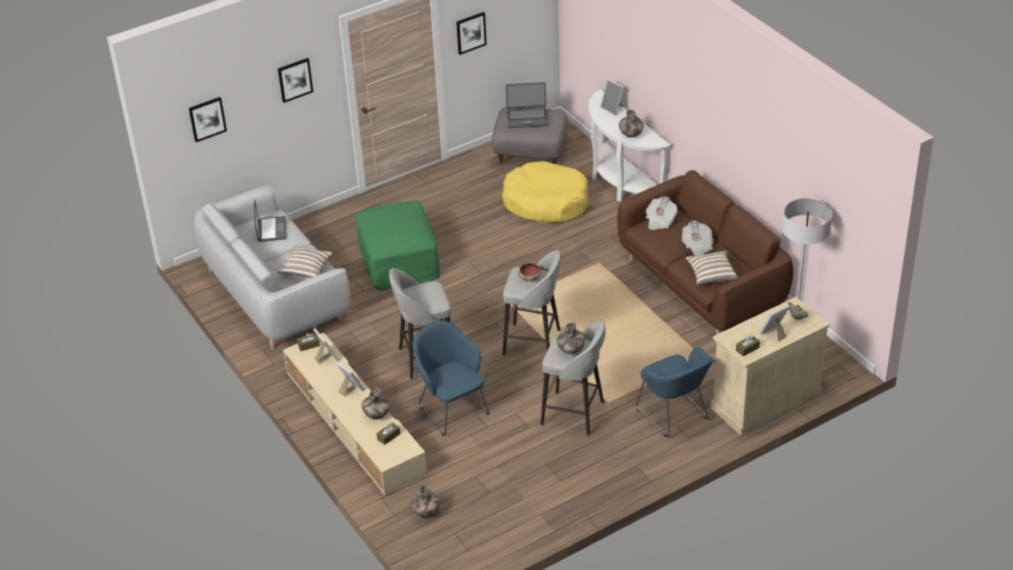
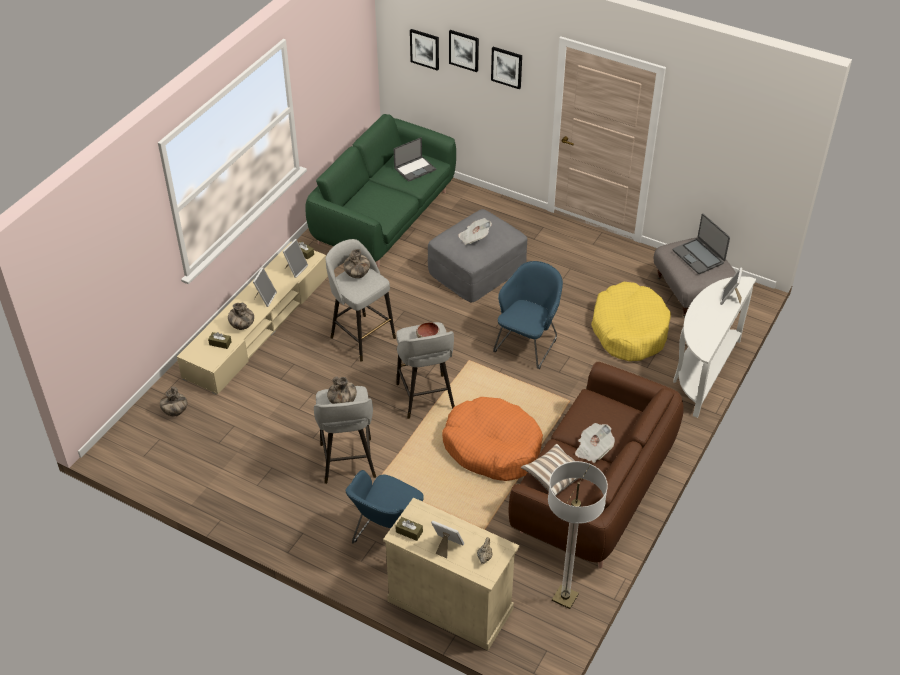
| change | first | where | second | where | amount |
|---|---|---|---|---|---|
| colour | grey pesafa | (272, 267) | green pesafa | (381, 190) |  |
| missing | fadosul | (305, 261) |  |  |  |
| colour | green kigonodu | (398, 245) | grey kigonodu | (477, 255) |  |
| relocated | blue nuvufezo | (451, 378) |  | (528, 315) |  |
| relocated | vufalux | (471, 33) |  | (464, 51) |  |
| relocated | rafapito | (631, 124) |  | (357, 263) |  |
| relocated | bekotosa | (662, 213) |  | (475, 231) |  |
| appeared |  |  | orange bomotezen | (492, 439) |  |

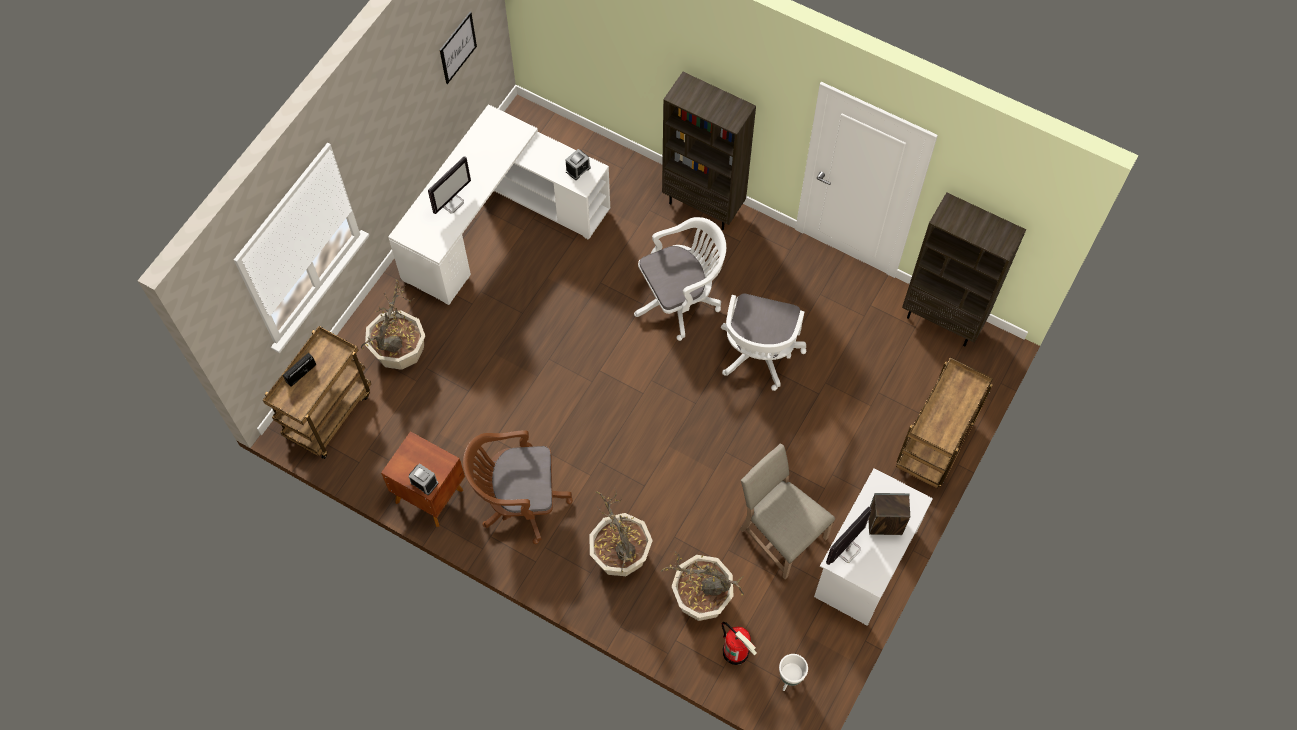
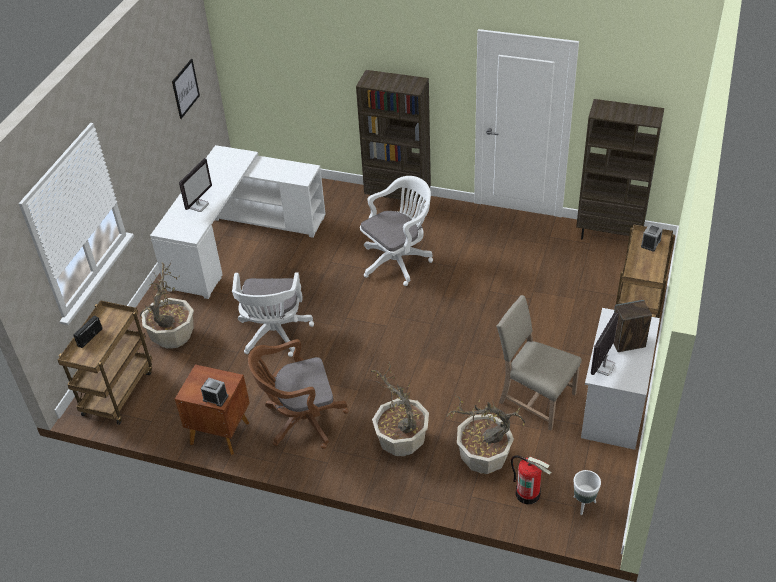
| change | first | where | second | where | amount |
|---|---|---|---|---|---|
| relocated | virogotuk | (578, 164) |  | (652, 237) |  |
| relocated | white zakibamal | (763, 342) |  | (273, 315) |  |

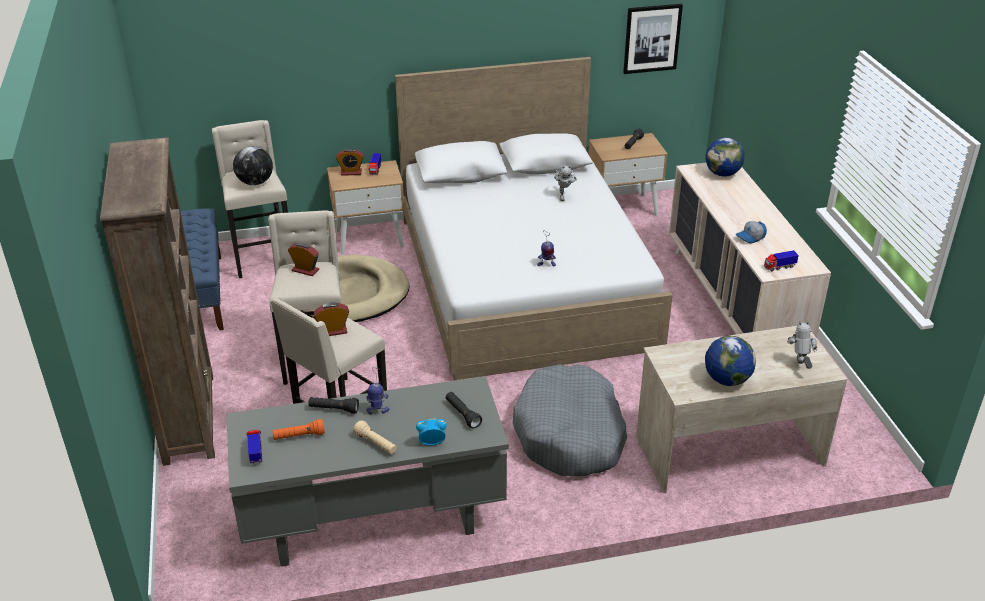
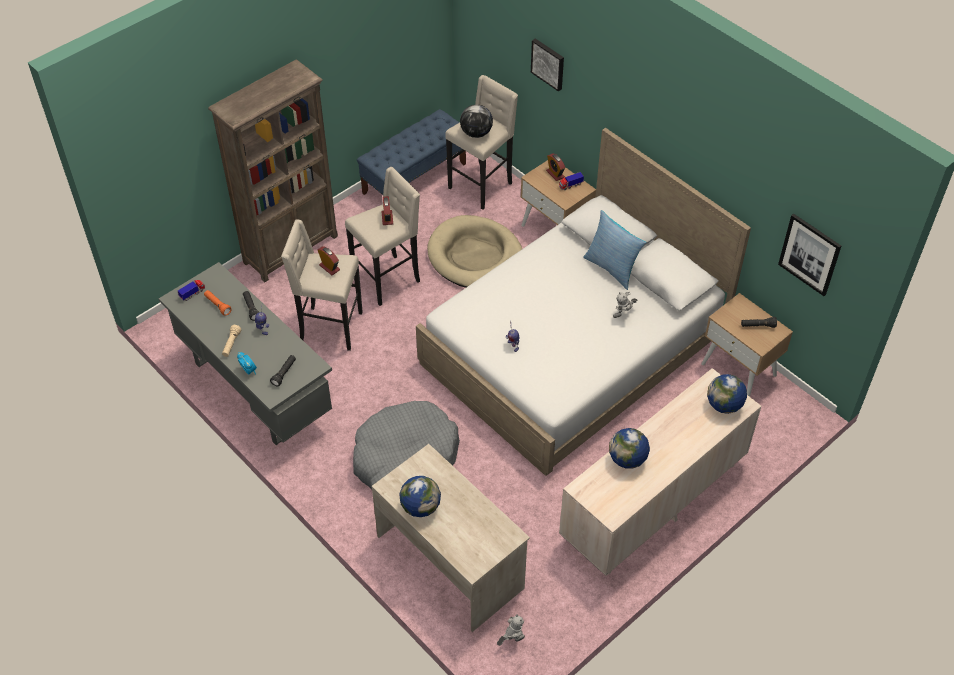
| change | first | where | second | where | amount |
|---|---|---|---|---|---|
| exchanged | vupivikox | (751, 232) | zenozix | (629, 448) |  |
| missing | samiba | (781, 260) |  |  |  |
| relocated | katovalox | (802, 345) |  | (511, 630) |  |
| appeared |  |  | vufalux | (547, 65) |  |
| appeared |  |  | fadosul | (614, 250) |  |

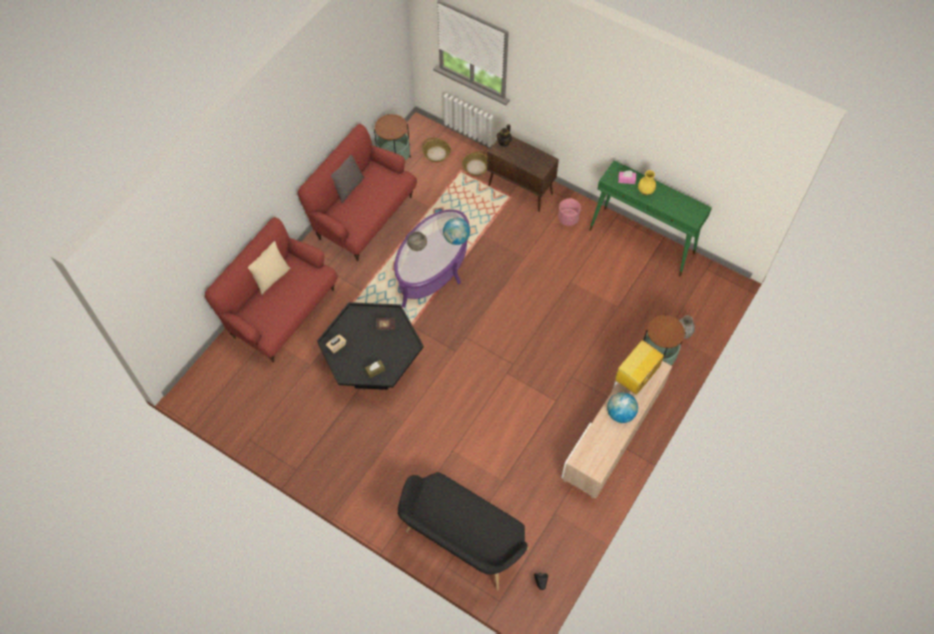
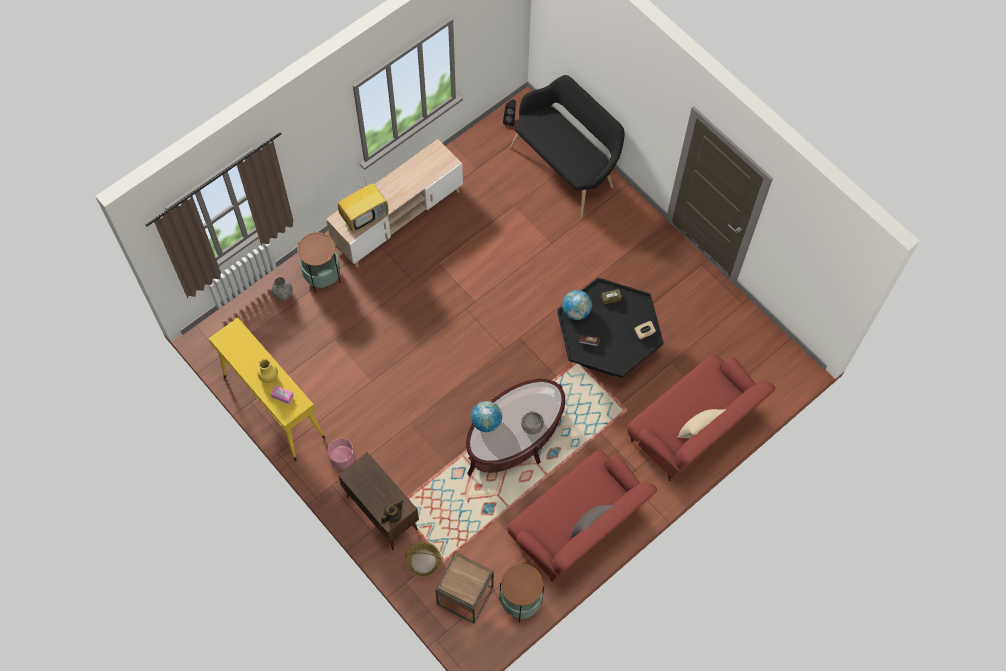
| change | first | where | second | where | amount |
|---|---|---|---|---|---|
| colour | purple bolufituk | (432, 258) | brown bolufituk | (515, 427) |  |
| exchanged | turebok | (436, 150) | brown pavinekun | (464, 588) |  |
| colour | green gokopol | (650, 218) | yellow gokopol | (267, 389) |  |
| relocated | zenozix | (622, 407) |  | (577, 305) |  |

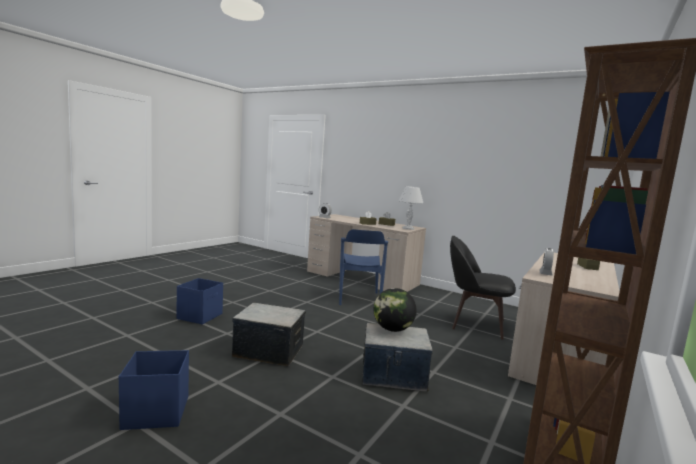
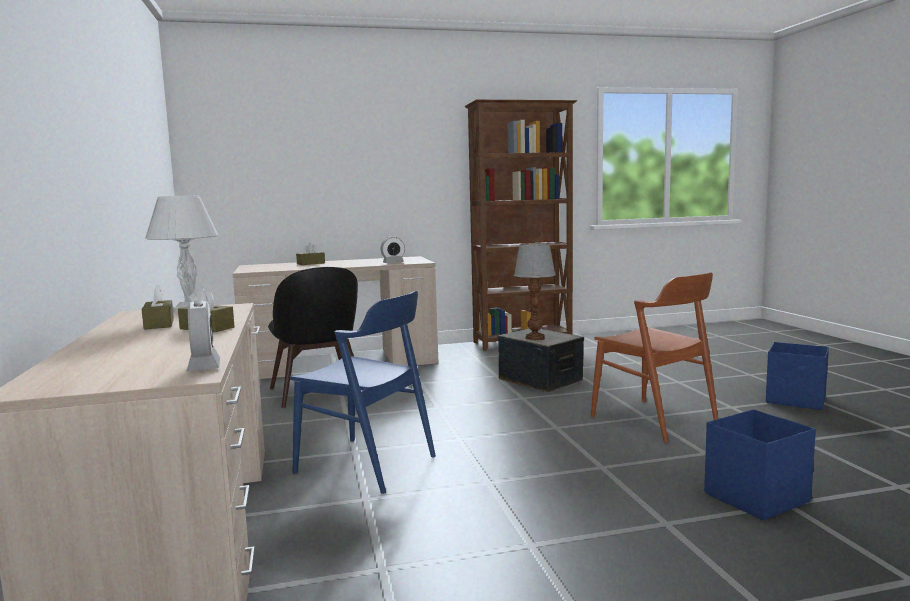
| change | first | where | second | where | amount |
|---|---|---|---|---|---|
| exchanged | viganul | (269, 334) | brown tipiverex | (654, 357) |  |
| spun | blue tipiverex | (363, 267) |  | (363, 392) | 75 degrees clockwise |
| exchanged | zenozix | (395, 310) | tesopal | (535, 292) |  |

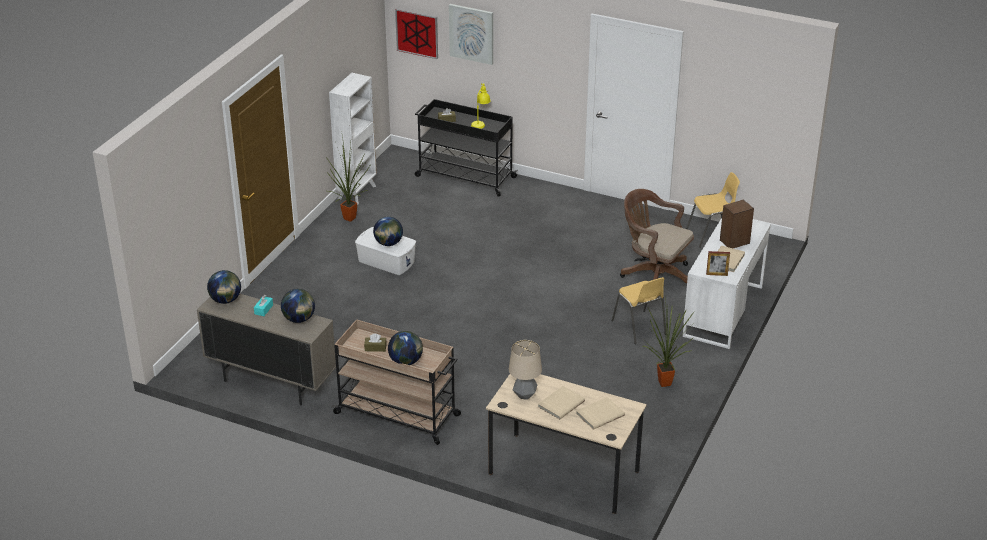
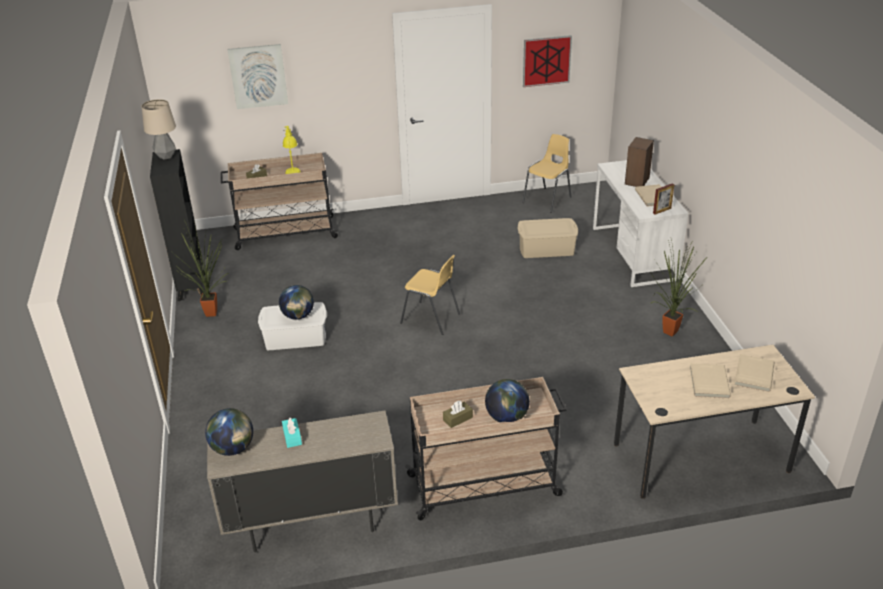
| change | first | where | second | where | amount |
|---|---|---|---|---|---|
| missing | zenozix | (298, 306) |  |  |  |
| colour | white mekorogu | (353, 139) | black mekorogu | (177, 225) |  |
| relocated | vufalux | (416, 34) |  | (547, 61) |  |
| colour | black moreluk | (466, 148) | beige moreluk | (279, 201) |  |
| relocated | tesopal | (525, 370) |  | (158, 129) |  |
| relocated | yellow tipiverex | (639, 310) |  | (430, 295) |  |
| exchanged | brown zakibamal | (657, 236) | beige viganul | (547, 238) |  |

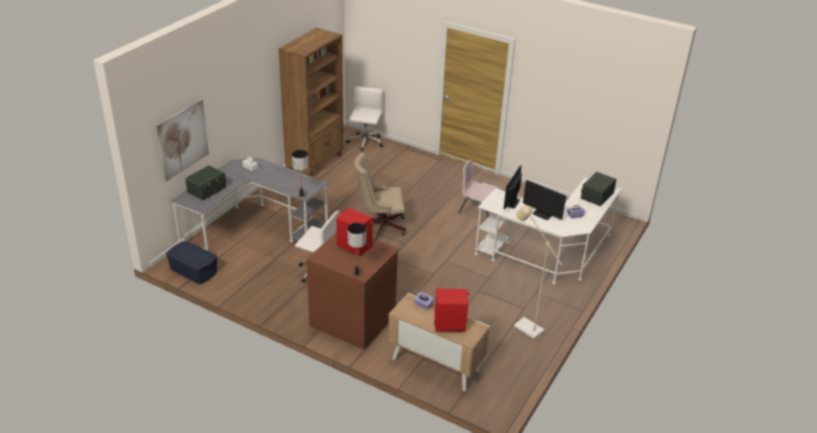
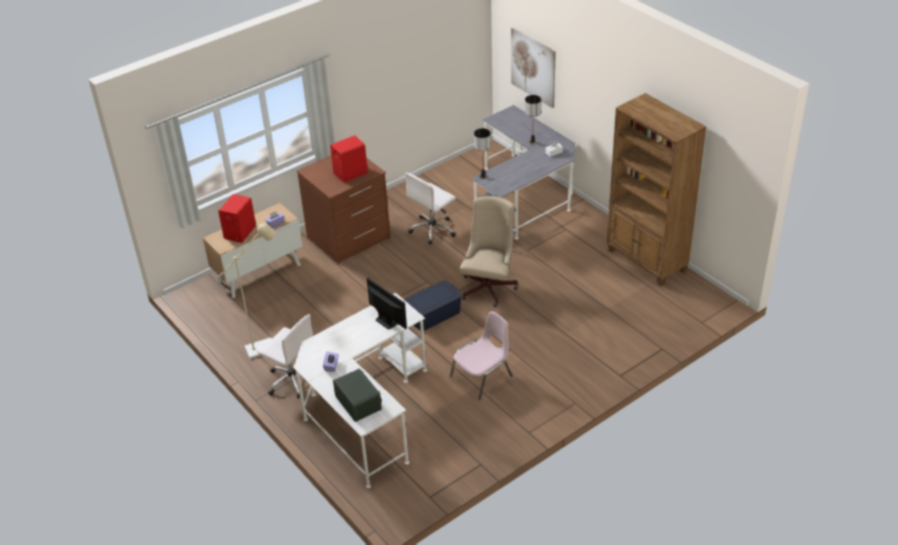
| change | first | where | second | where | amount |
|---|---|---|---|---|---|
| relocated | blue viganul | (191, 262) |  | (433, 305) |  |
| missing | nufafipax | (205, 182) |  |  |  |
| relocated | white zakibamal | (364, 119) |  | (285, 356) |  |
| relocated | tesopal | (357, 250) |  | (533, 119) |  |
| missing | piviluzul | (544, 200) |  |  |  |

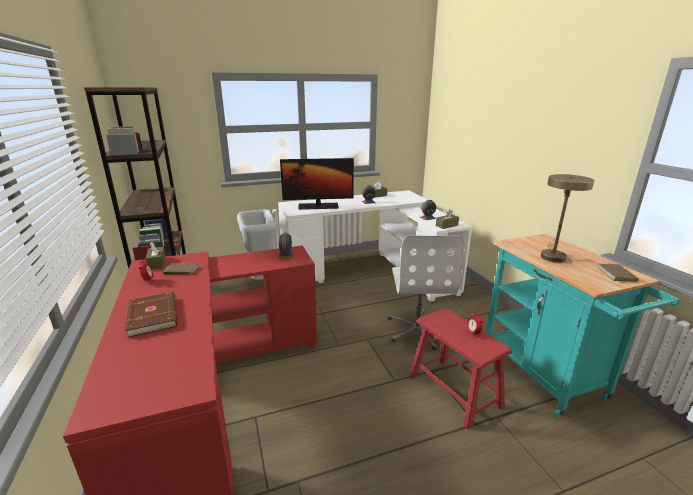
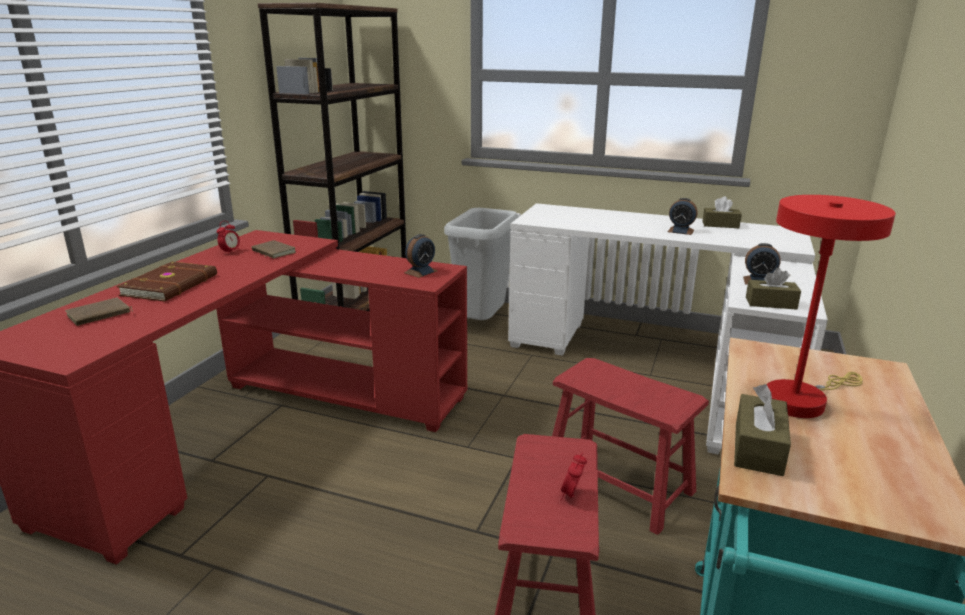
| change | first | where | second | where | amount |
|---|---|---|---|---|---|
| relocated | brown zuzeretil | (155, 255) |  | (762, 430) |  |
| missing | piviluzul | (317, 184) |  |  |  |
| exchanged | white zakibamal | (426, 293) | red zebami | (630, 446) |  |
| colour | beige tesopal | (567, 218) | red tesopal | (831, 306) |  |
| relocated | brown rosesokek | (618, 272) |  | (99, 312) |  |

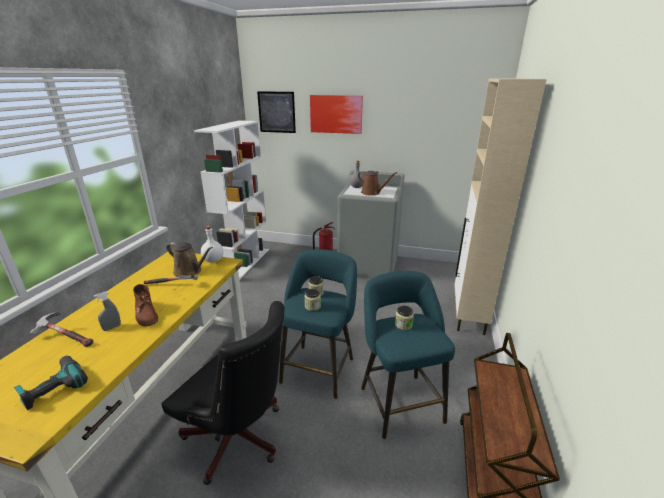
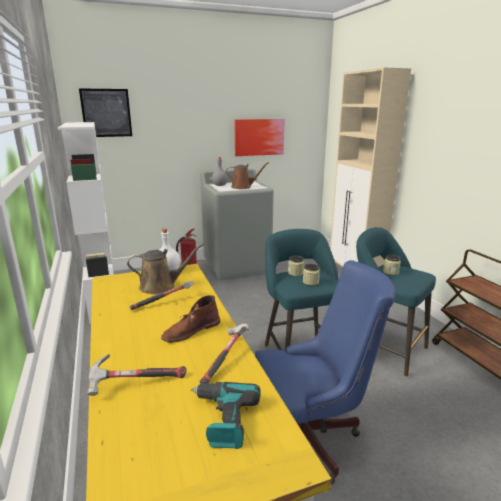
| change | first | where | second | where | amount |
|---|---|---|---|---|---|
| missing | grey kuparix | (107, 311) |  |  |  |
| spun | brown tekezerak | (145, 305) |  | (190, 319) | 120 degrees clockwise |
| colour | black zakibamal | (223, 393) | blue zakibamal | (325, 372) |  |
| relocated | vufalux | (336, 114) |  | (259, 137) |  |
| appeared |  |  | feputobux | (225, 353) |  |

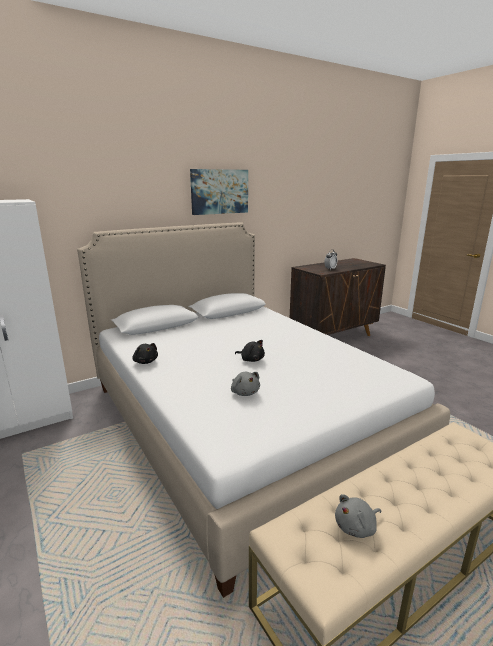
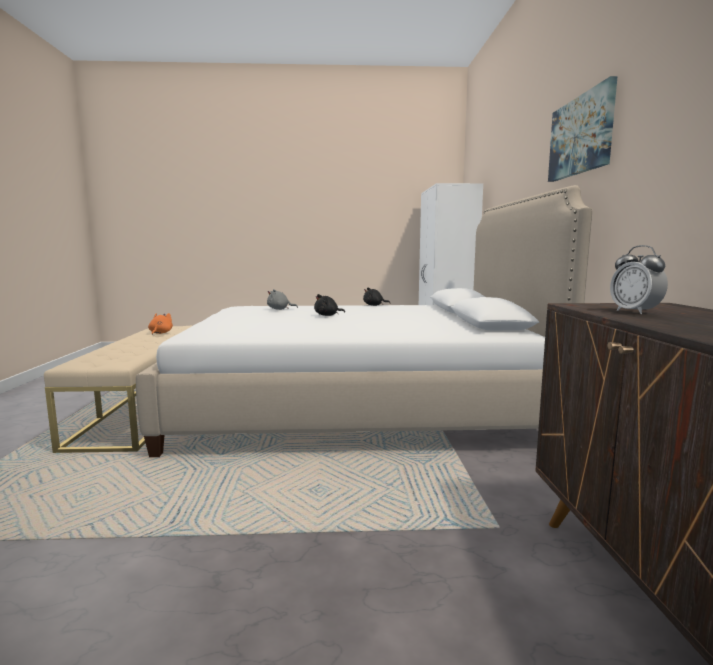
| change | first | where | second | where | amount |
|---|---|---|---|---|---|
| colour | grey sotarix | (358, 516) | orange sotarix | (160, 324) |  |

